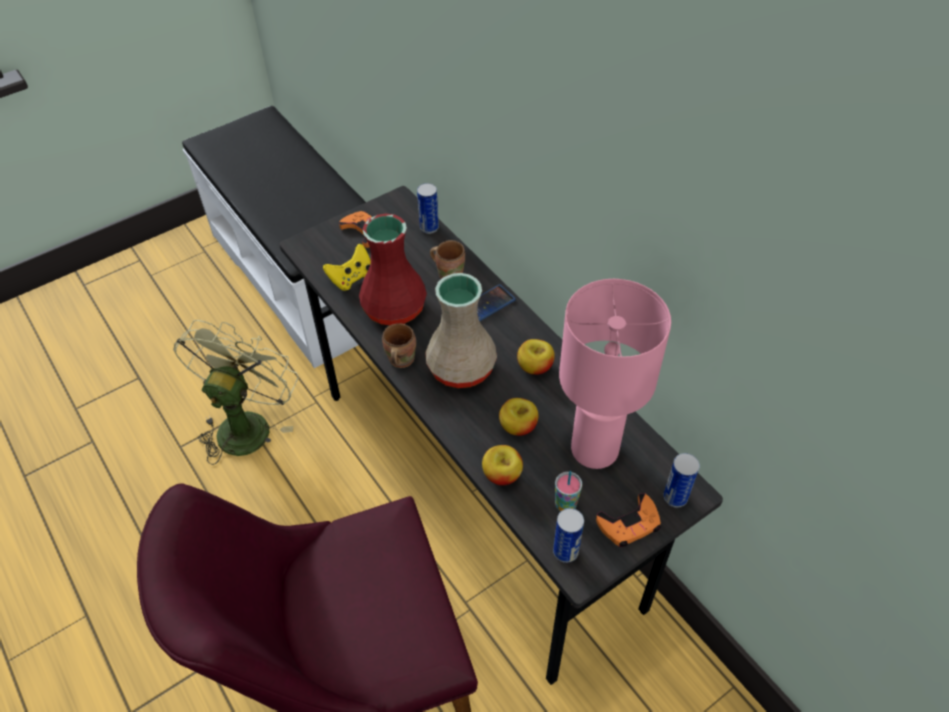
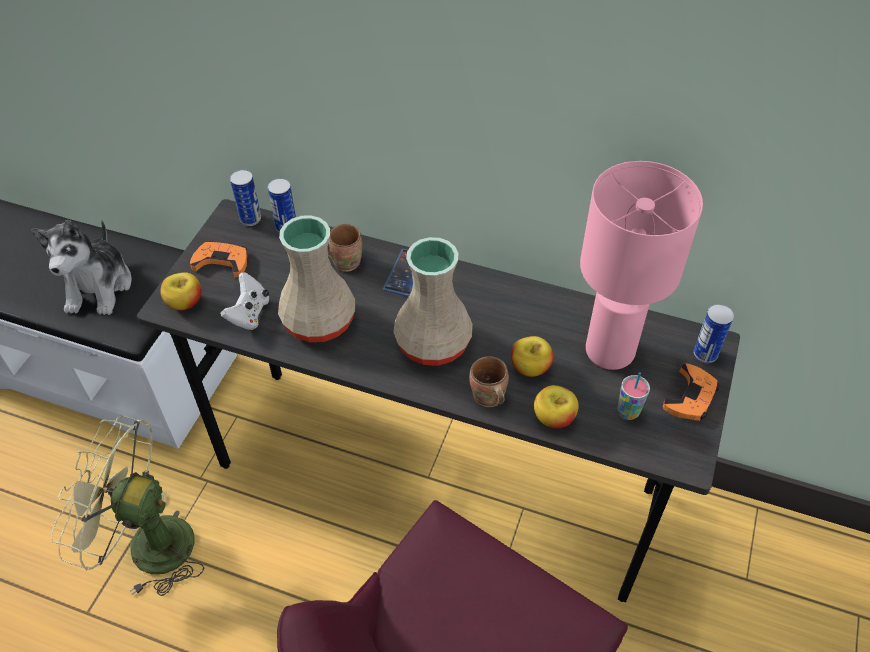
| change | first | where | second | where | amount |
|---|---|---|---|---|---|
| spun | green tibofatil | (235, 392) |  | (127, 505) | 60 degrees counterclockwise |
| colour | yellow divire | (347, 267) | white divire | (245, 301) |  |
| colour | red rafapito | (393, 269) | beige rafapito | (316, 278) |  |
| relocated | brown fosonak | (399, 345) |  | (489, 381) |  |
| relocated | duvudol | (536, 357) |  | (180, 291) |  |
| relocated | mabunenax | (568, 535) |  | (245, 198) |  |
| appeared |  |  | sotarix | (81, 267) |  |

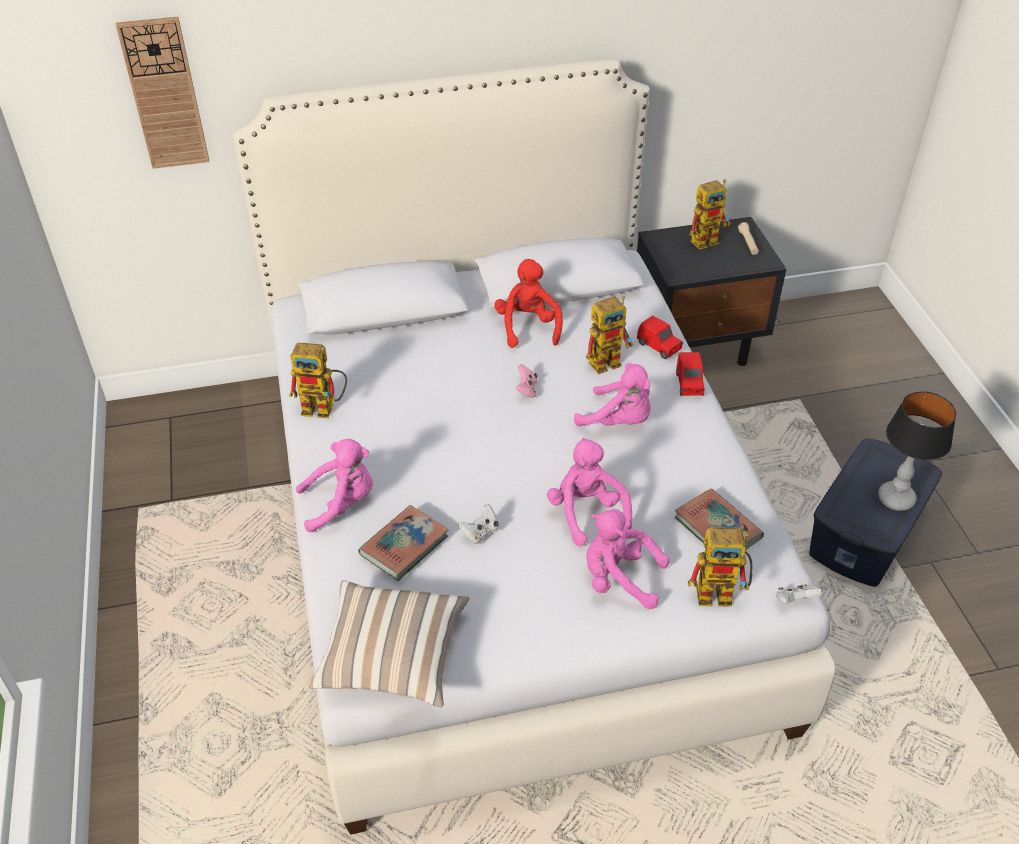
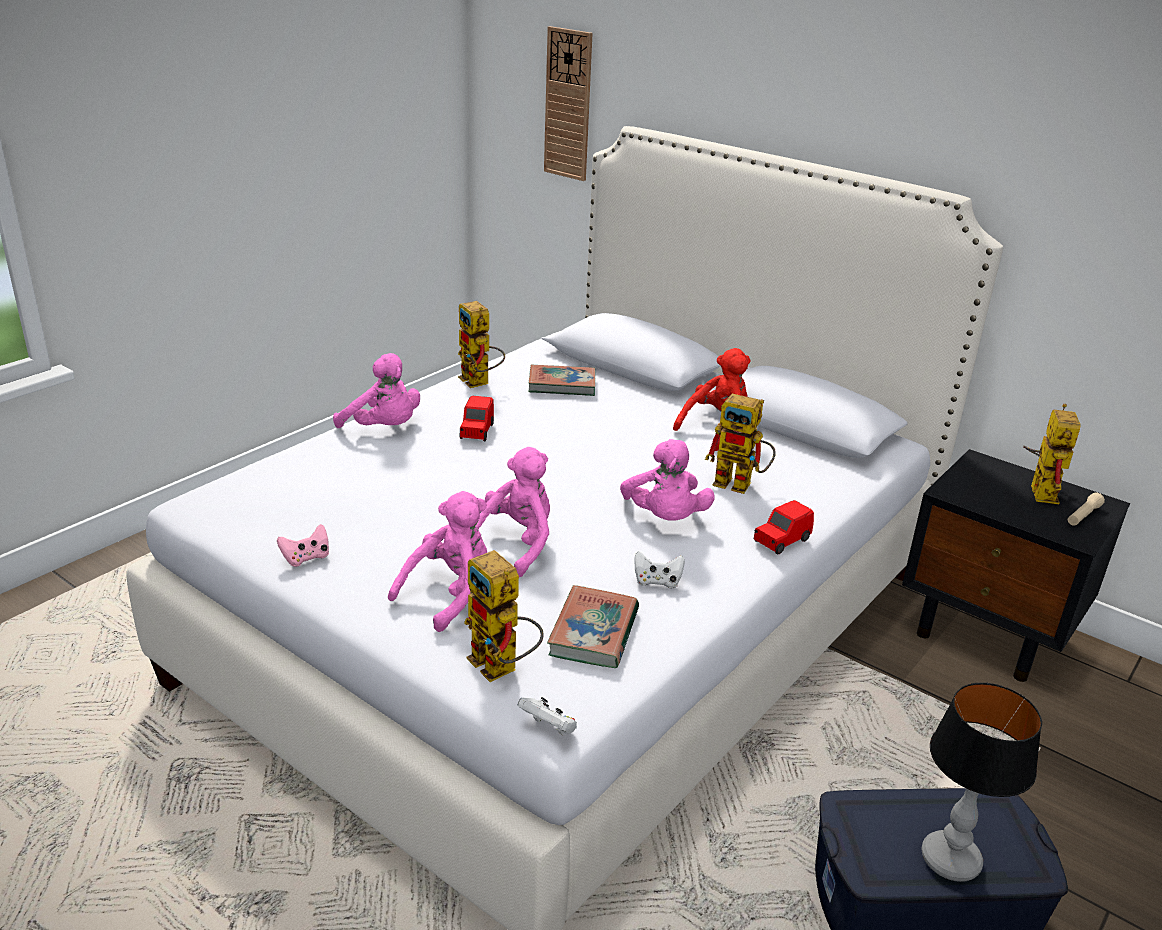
| change | first | where | second | where | amount |
|---|---|---|---|---|---|
| missing | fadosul | (389, 643) |  |  |  |
| relocated | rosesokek | (403, 543) |  | (562, 380) |  |
| relocated | white divire | (478, 524) |  | (659, 570) |  |
| relocated | pink divire | (527, 381) |  | (303, 545) |  |
| spun | pink sotarix | (627, 559) |  | (437, 561) | 60 degrees clockwise |
| relocated | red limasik | (660, 337) |  | (476, 418) |  |
| spun | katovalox | (710, 214) |  | (1052, 454) | 105 degrees counterclockwise |

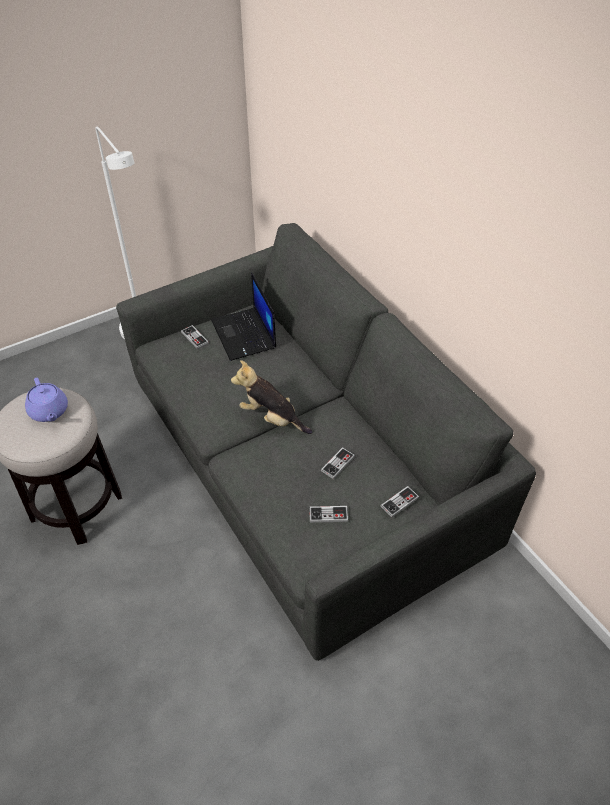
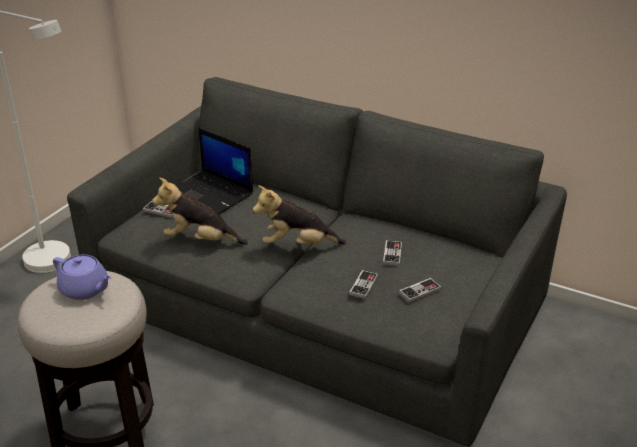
| change | first | where | second | where | amount |
|---|---|---|---|---|---|
| relocated | divire | (399, 502) |  | (363, 284) |  |
| appeared |  |  | sotarix | (200, 211) |  |

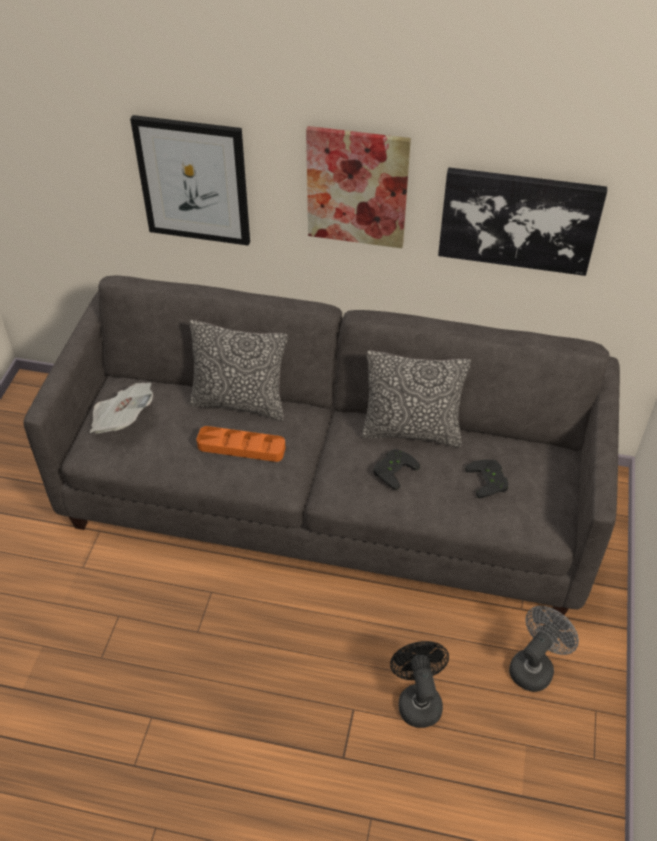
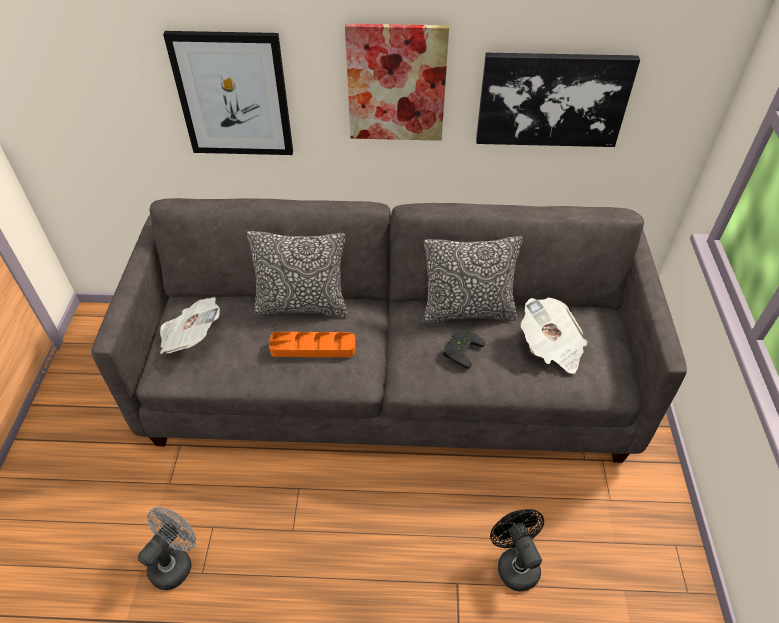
| change | first | where | second | where | amount |
|---|---|---|---|---|---|
| exchanged | black divire | (486, 479) | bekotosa | (554, 336) |  |
| relocated | grey tibofatil | (544, 649) |  | (167, 548) |  |

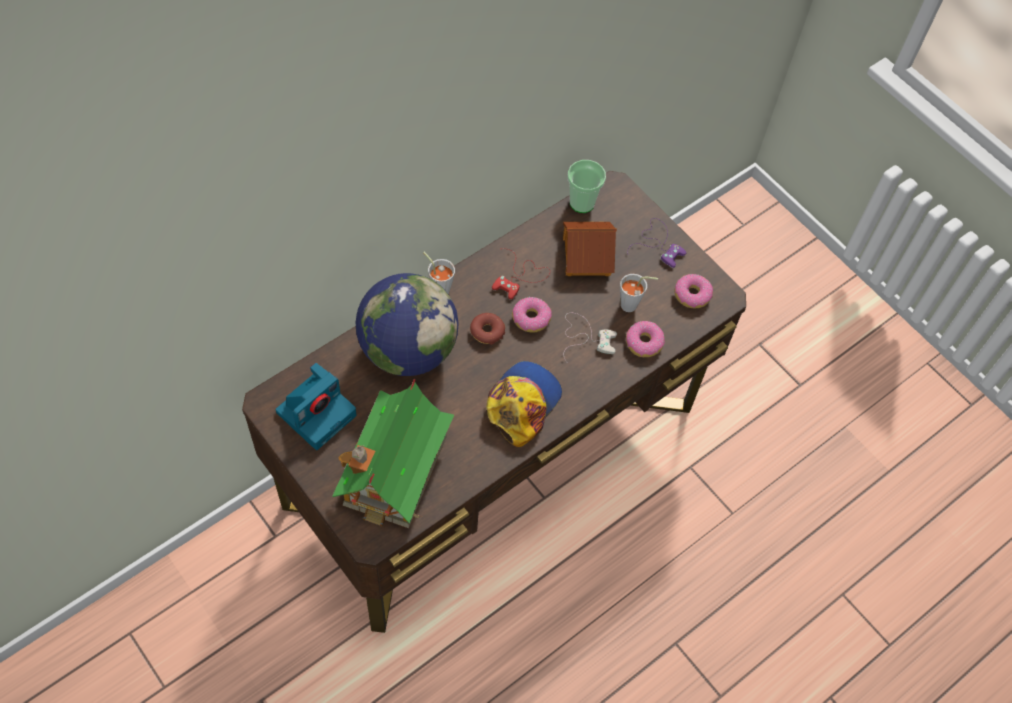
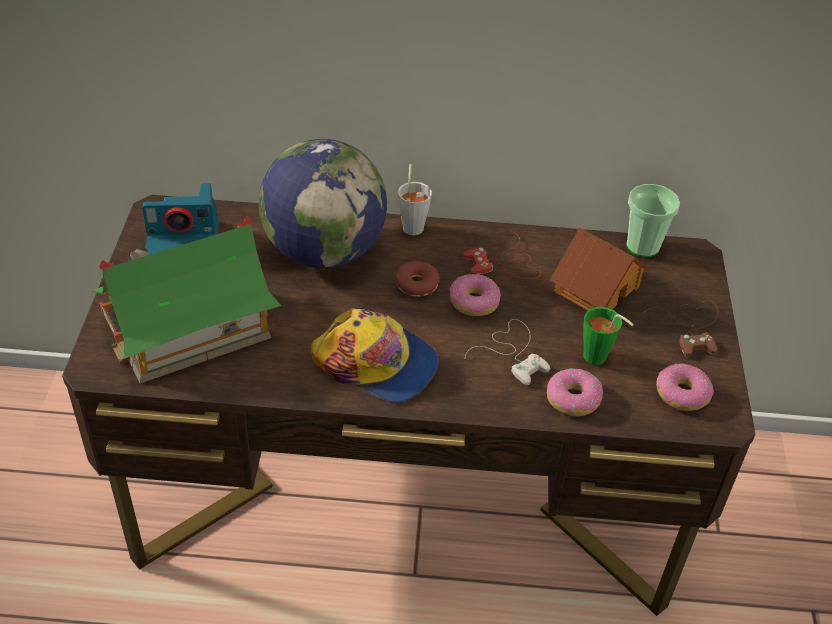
| change | first | where | second | where | amount |
|---|---|---|---|---|---|
| spun | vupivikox | (524, 404) |  | (374, 355) | 45 degrees clockwise |
| colour | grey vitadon | (639, 293) | green vitadon | (608, 336) |  |
| colour | purple divire | (657, 243) | brown divire | (680, 328) |  |

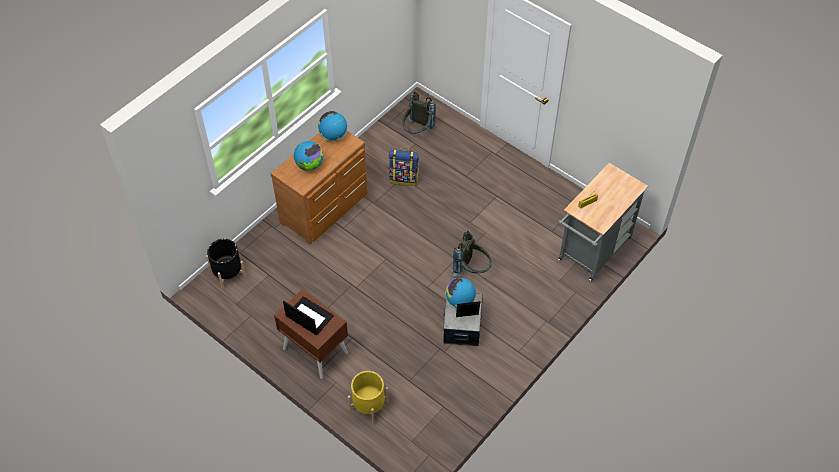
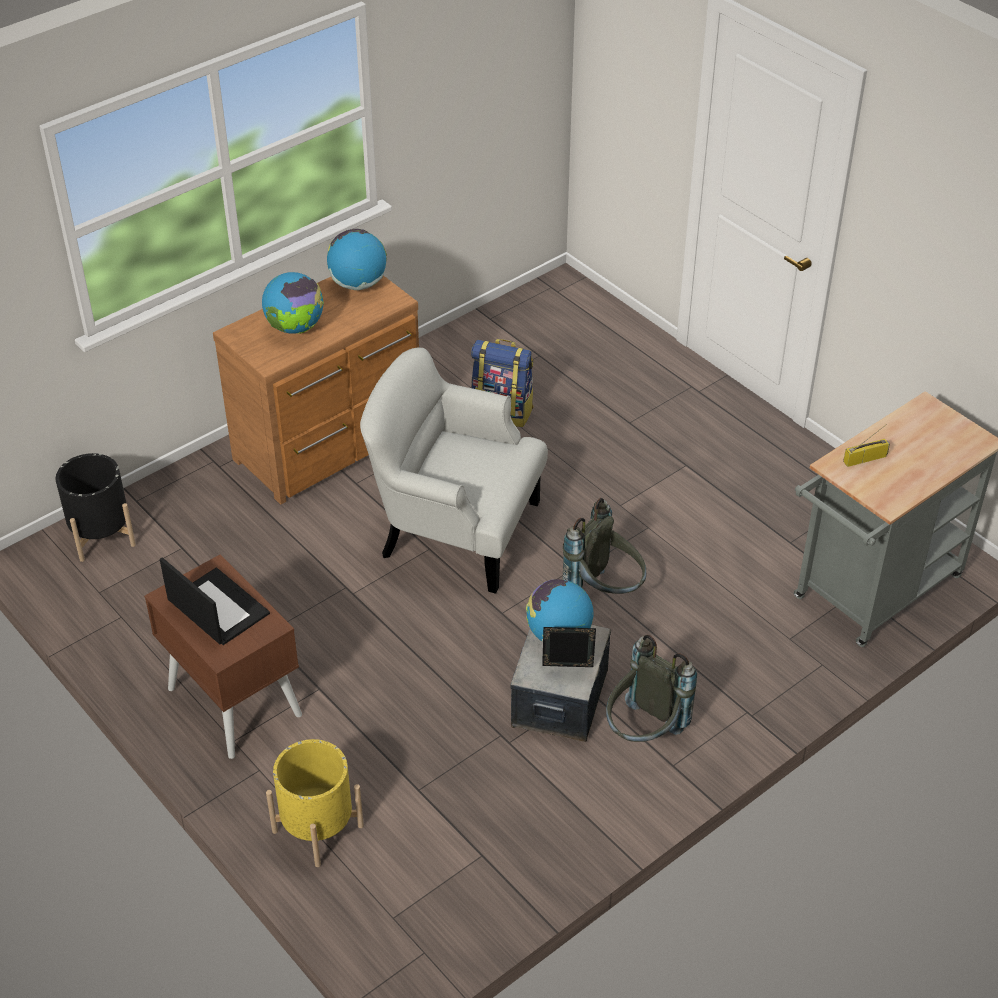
| change | first | where | second | where | amount |
|---|---|---|---|---|---|
| relocated | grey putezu | (419, 113) |  | (651, 688) |  |
| appeared |  |  | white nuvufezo | (454, 471) |  |

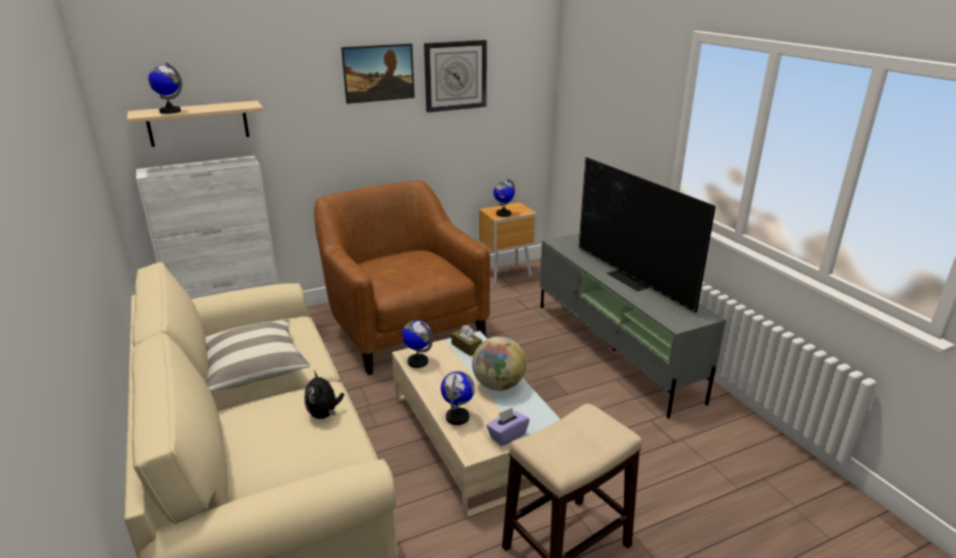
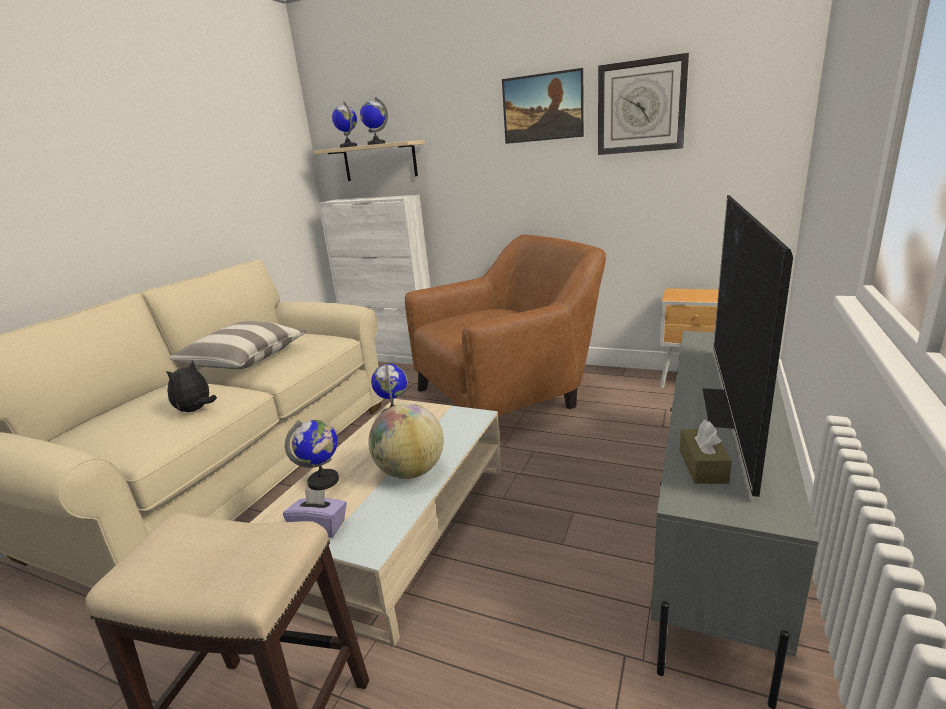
| change | first | where | second | where | amount |
|---|---|---|---|---|---|
| spun | brown nuvufezo | (402, 277) |  | (505, 325) | 45 degrees clockwise |
| relocated | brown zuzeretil | (466, 340) |  | (706, 452) |  |
| relocated | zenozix | (504, 198) |  | (374, 121) |  |

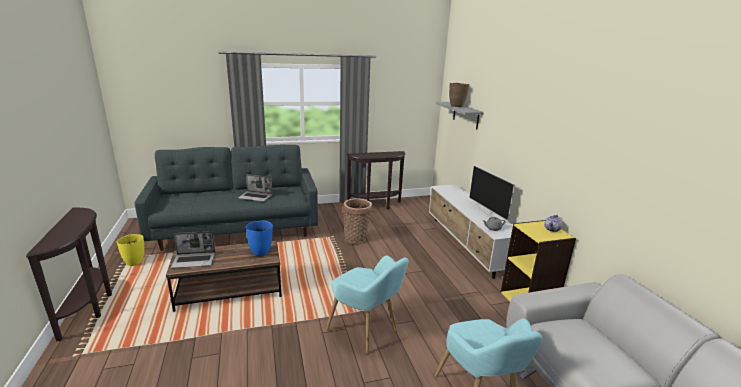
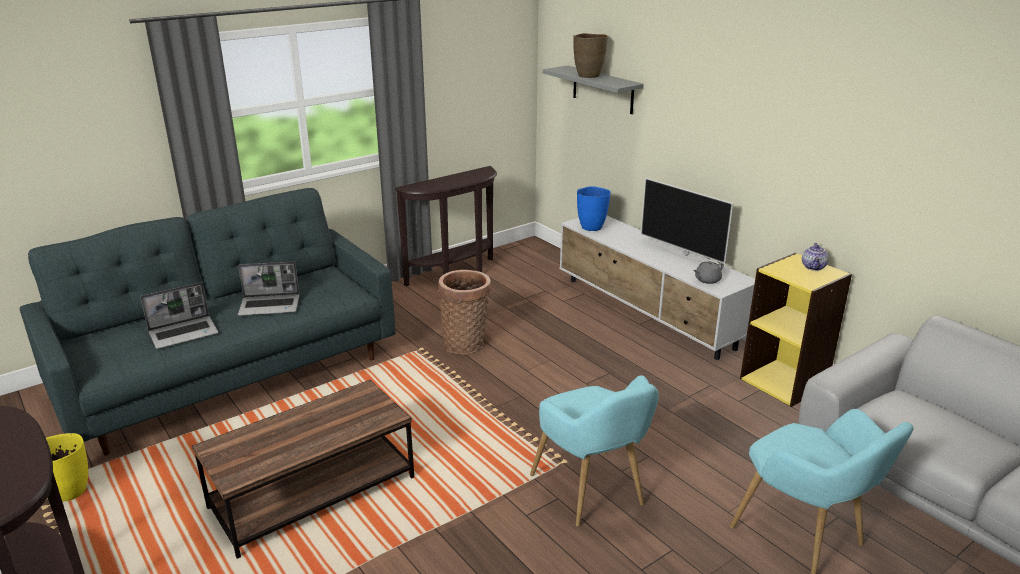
| change | first | where | second | where | amount |
|---|---|---|---|---|---|
| relocated | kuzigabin | (193, 249) |  | (180, 315) |  |
| relocated | blue rafapito | (259, 238) |  | (594, 208) |  |
| spun | turquoise nuvufezo | (367, 305) |  | (594, 451) | 45 degrees clockwise |

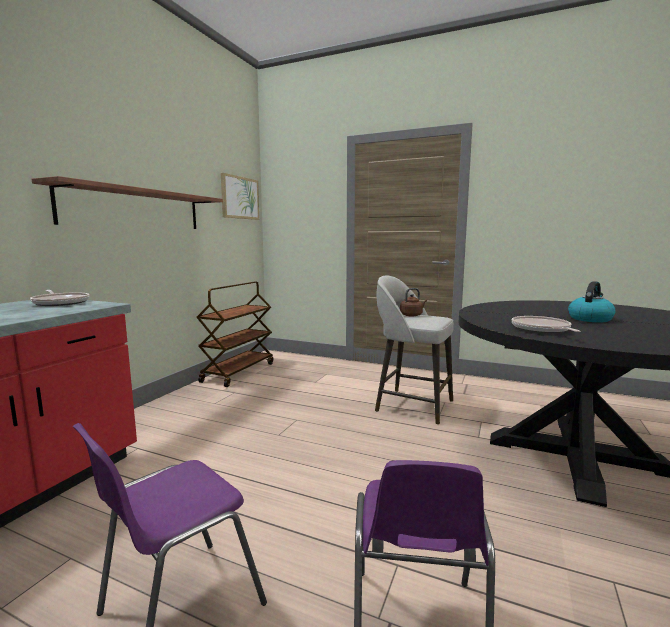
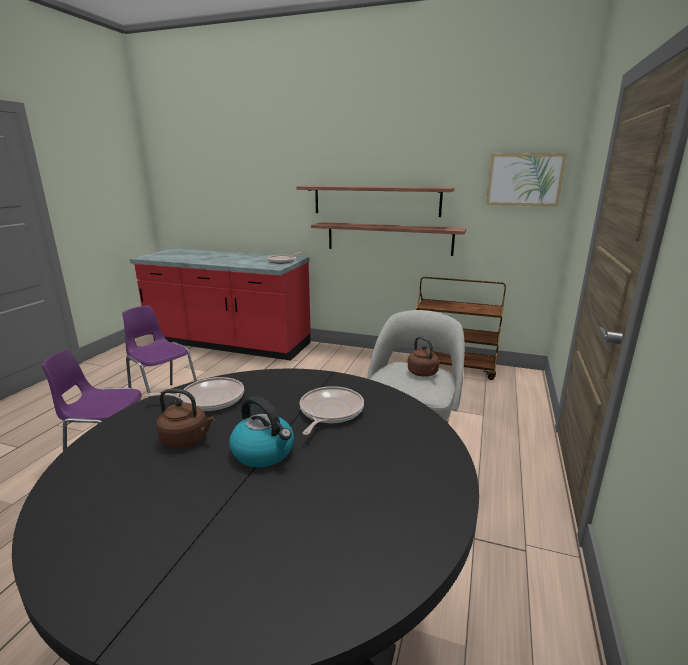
| change | first | where | second | where | amount |
|---|---|---|---|---|---|
| appeared |  |  | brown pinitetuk | (185, 418) |  |
| appeared |  |  | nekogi | (332, 410) |  |
| appeared |  |  | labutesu | (389, 239) |  |

